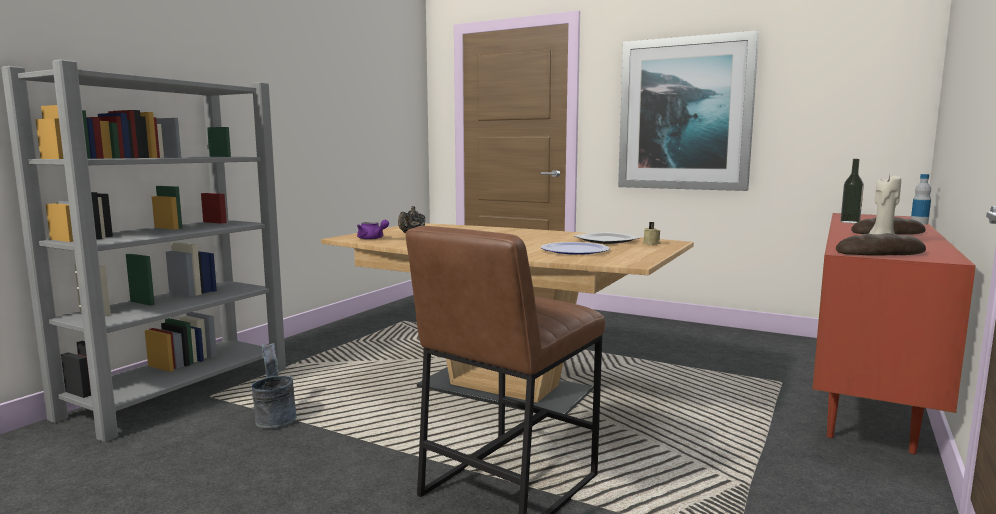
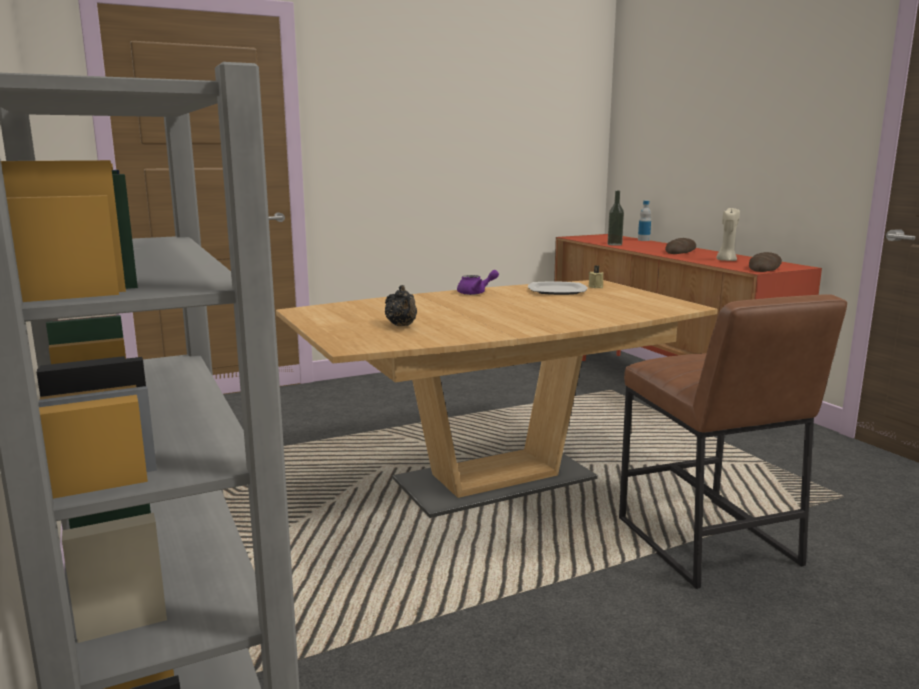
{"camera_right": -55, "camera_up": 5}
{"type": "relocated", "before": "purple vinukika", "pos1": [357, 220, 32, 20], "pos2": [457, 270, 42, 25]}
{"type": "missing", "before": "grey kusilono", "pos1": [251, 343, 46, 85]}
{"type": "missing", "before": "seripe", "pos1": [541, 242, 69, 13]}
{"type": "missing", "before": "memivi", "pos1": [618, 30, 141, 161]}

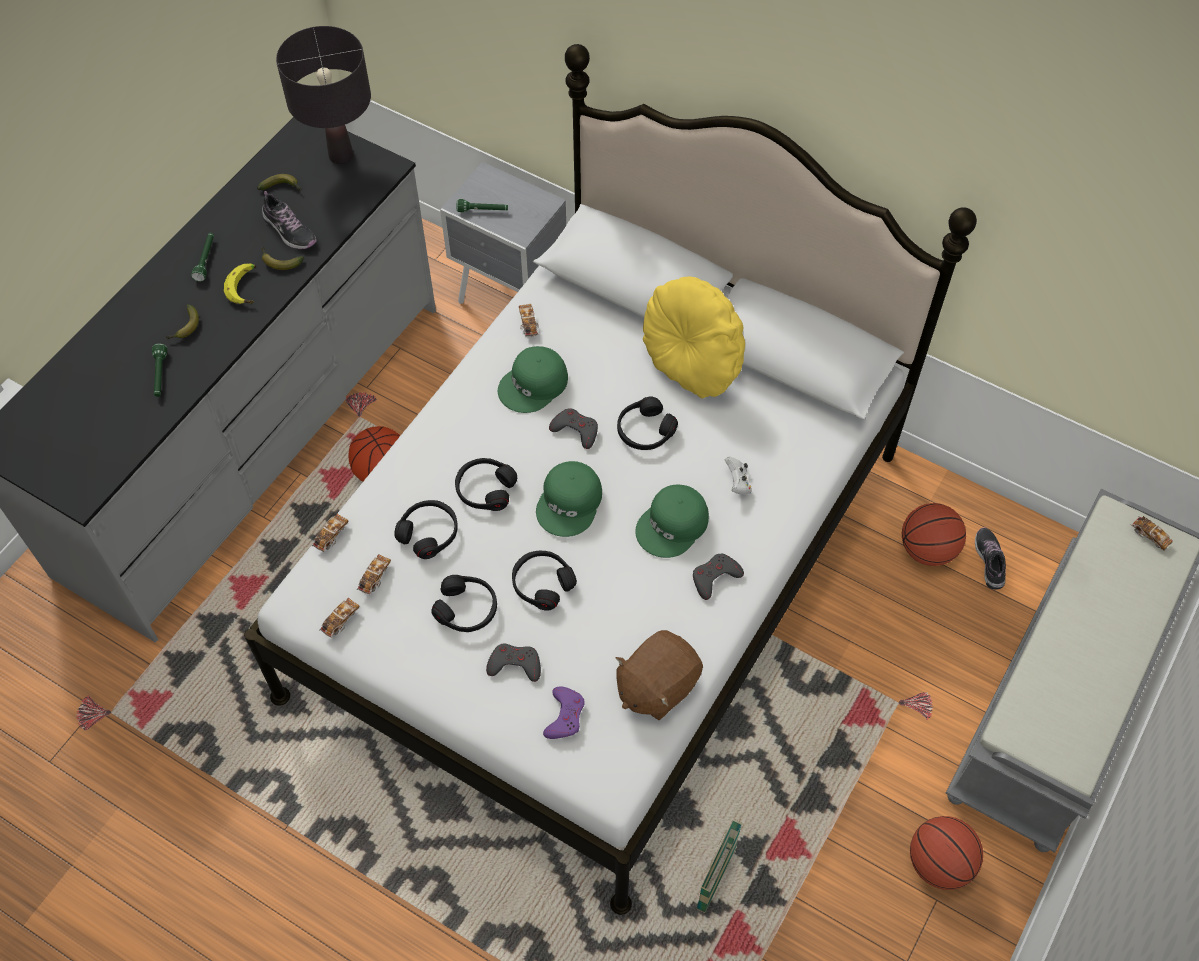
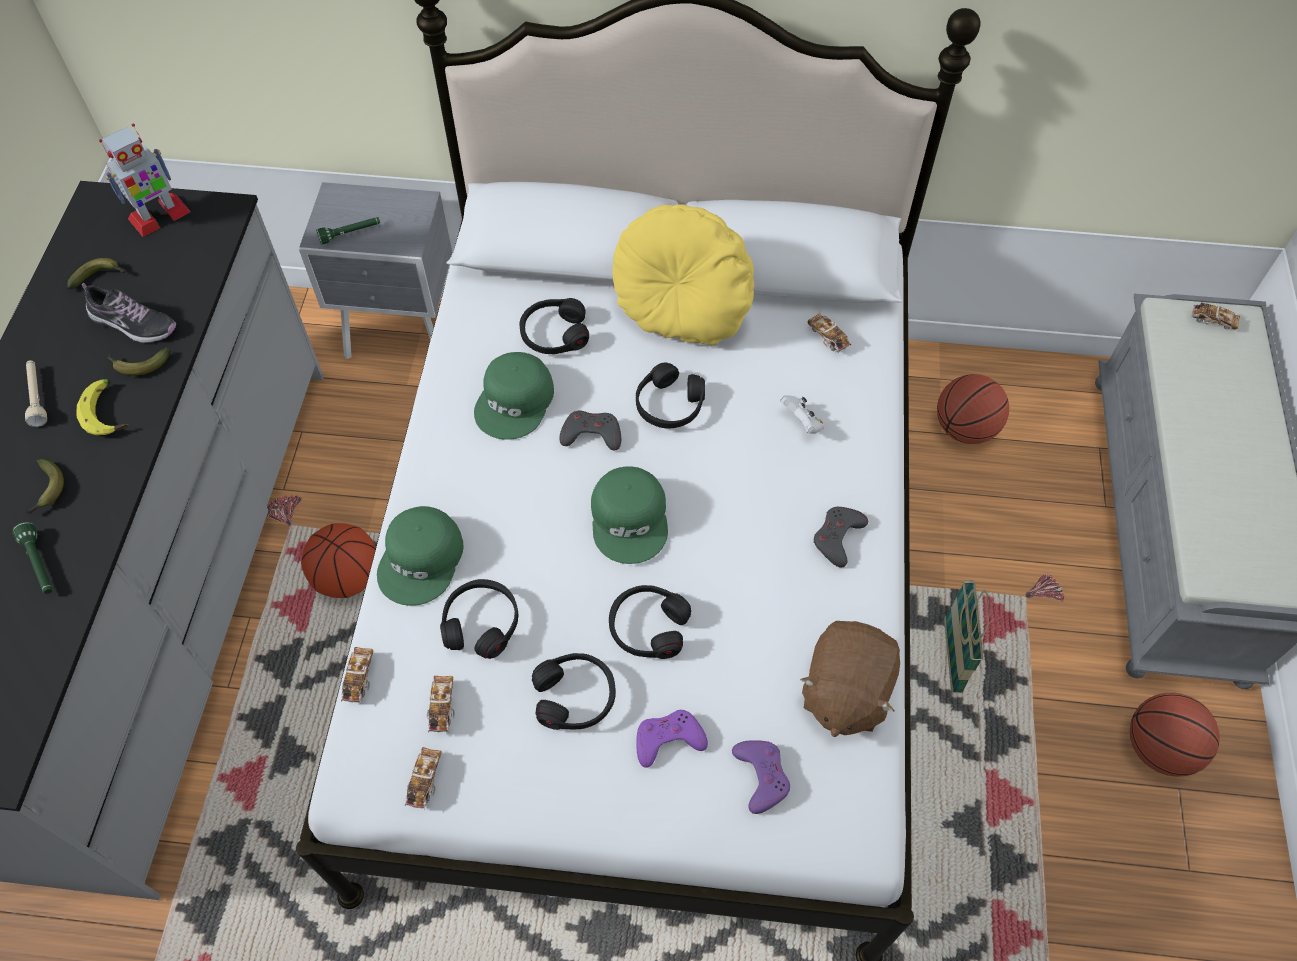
{"camera_right": -25, "camera_up": 0}
{"type": "colour", "before": "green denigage", "after": "beige denigage", "pos1": [191, 233, 23, 49], "pos2": [25, 360, 22, 67]}
{"type": "exchanged", "before": "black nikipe", "after": "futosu", "pos1": [276, 26, 95, 138], "pos2": [99, 123, 91, 114]}
{"type": "relocated", "before": "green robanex", "pos1": [635, 485, 74, 73], "pos2": [377, 506, 86, 100]}
{"type": "relocated", "before": "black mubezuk", "pos1": [455, 458, 62, 53], "pos2": [519, 298, 70, 56]}
{"type": "colour", "before": "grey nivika", "after": "purple nivika", "pos1": [486, 643, 55, 39], "pos2": [636, 710, 72, 58]}
{"type": "relocated", "before": "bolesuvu", "pos1": [519, 304, 20, 33], "pos2": [807, 313, 44, 40]}
{"type": "relocated", "before": "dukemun", "pos1": [697, 819, 45, 94], "pos2": [944, 580, 45, 113]}
{"type": "missing", "before": "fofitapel", "pos1": [975, 527, 31, 63]}

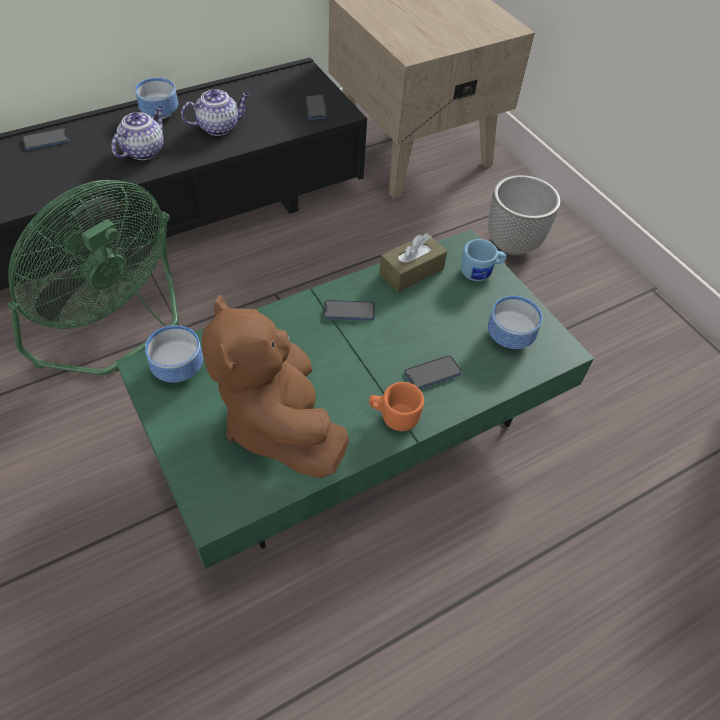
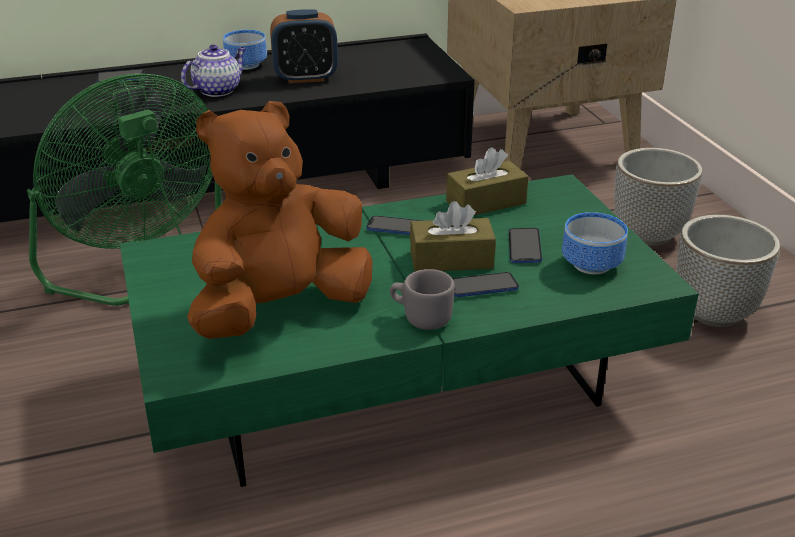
{"camera_right": 15, "camera_up": -20}
{"type": "spun", "before": "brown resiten", "pos1": [202, 295, 147, 183], "pos2": [187, 101, 186, 238], "turn": 60}
{"type": "exchanged", "before": "vinukika", "after": "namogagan", "pos1": [181, 89, 69, 47], "pos2": [270, 9, 68, 74]}
{"type": "colour", "before": "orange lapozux", "after": "grey lapozux", "pos1": [369, 382, 55, 49], "pos2": [390, 269, 65, 61]}
{"type": "appeared", "after": "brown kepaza", "pos2": [410, 201, 86, 71]}
{"type": "relocated", "before": "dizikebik", "pos1": [305, 94, 23, 26], "pos2": [508, 228, 34, 35]}
{"type": "appeared", "after": "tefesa", "pos2": [676, 215, 104, 112]}
{"type": "missing", "before": "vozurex", "pos1": [145, 325, 58, 58]}
{"type": "missing", "before": "blue lapozux", "pos1": [461, 239, 45, 42]}

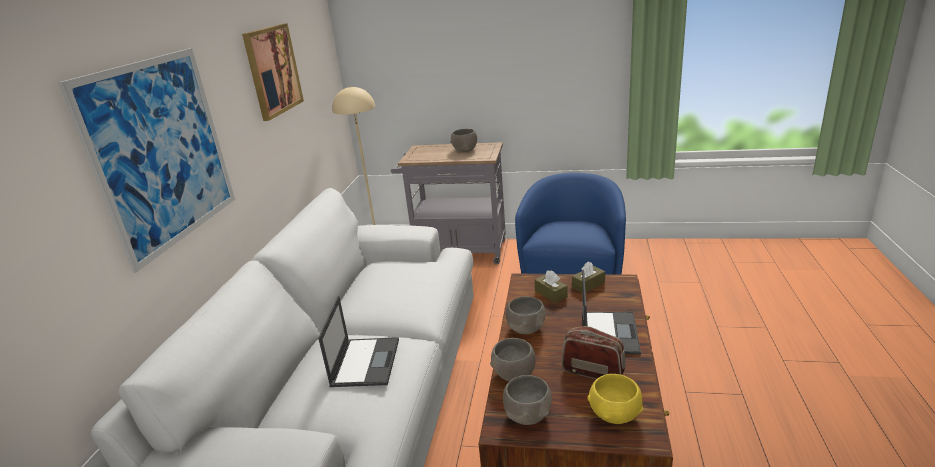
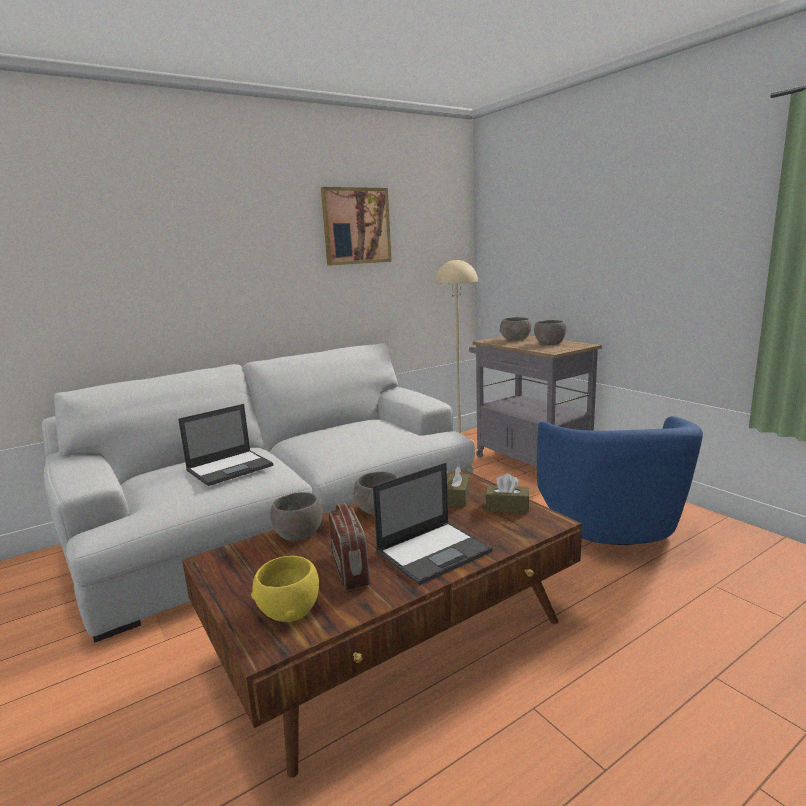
{"camera_right": 45, "camera_up": -10}
{"type": "relocated", "before": "grey vozurex", "pos1": [503, 375, 49, 50], "pos2": [500, 317, 31, 24]}
{"type": "spun", "before": "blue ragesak", "pos1": [515, 173, 111, 102], "pos2": [537, 416, 166, 129], "turn": 120}
{"type": "missing", "before": "memivi", "pos1": [58, 48, 177, 225]}

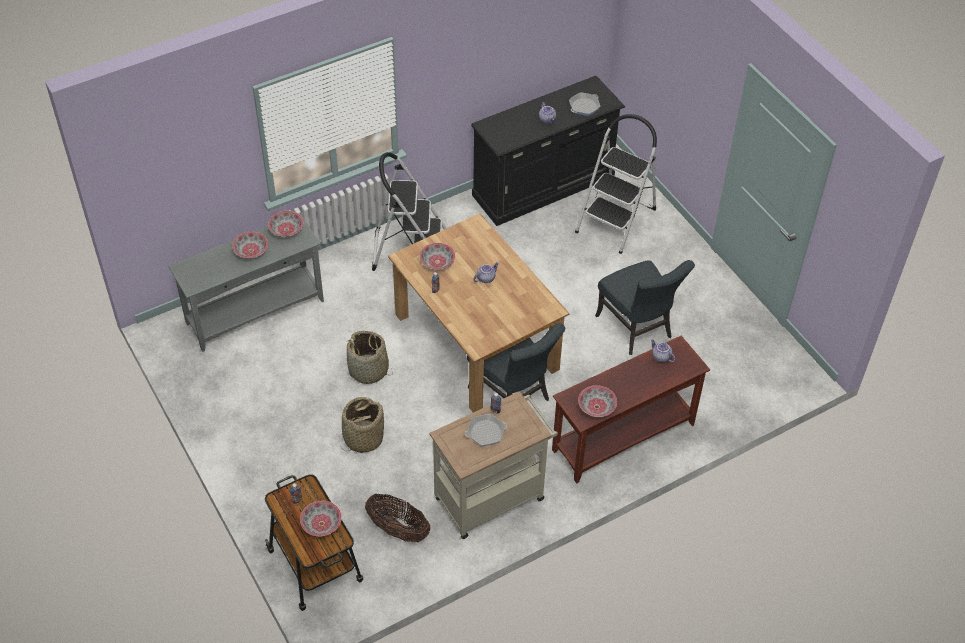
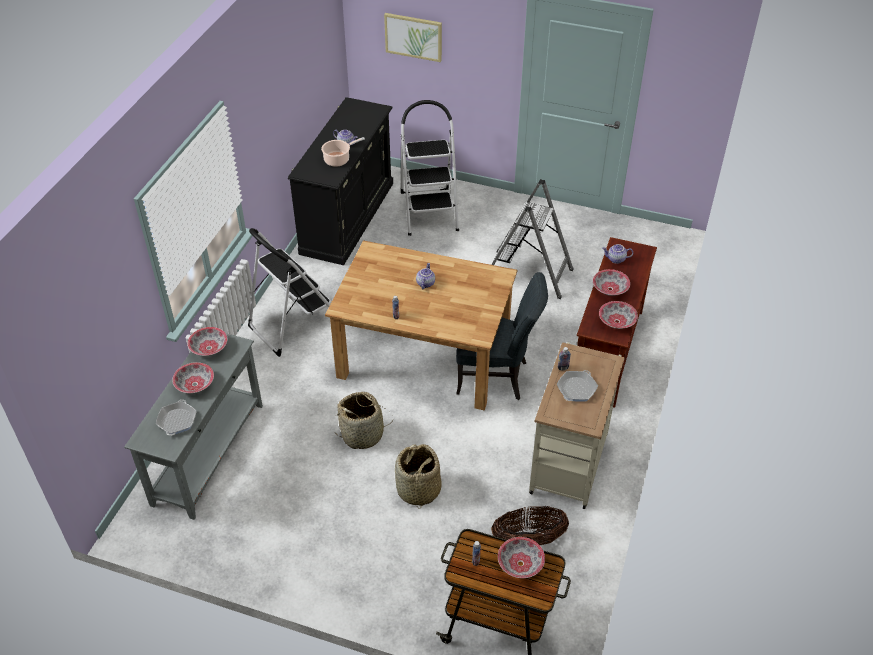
{"camera_right": -40, "camera_up": -5}
{"type": "relocated", "before": "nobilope", "pos1": [569, 92, 31, 24], "pos2": [156, 400, 41, 35]}
{"type": "appeared", "after": "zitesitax", "pos2": [321, 137, 44, 30]}
{"type": "appeared", "after": "memivi", "pos2": [384, 13, 58, 49]}
{"type": "exchanged", "before": "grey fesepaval", "after": "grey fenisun", "pos1": [595, 260, 100, 95], "pos2": [491, 179, 83, 120]}
{"type": "relocated", "before": "vozurex", "pos1": [419, 243, 36, 27], "pos2": [593, 269, 37, 27]}

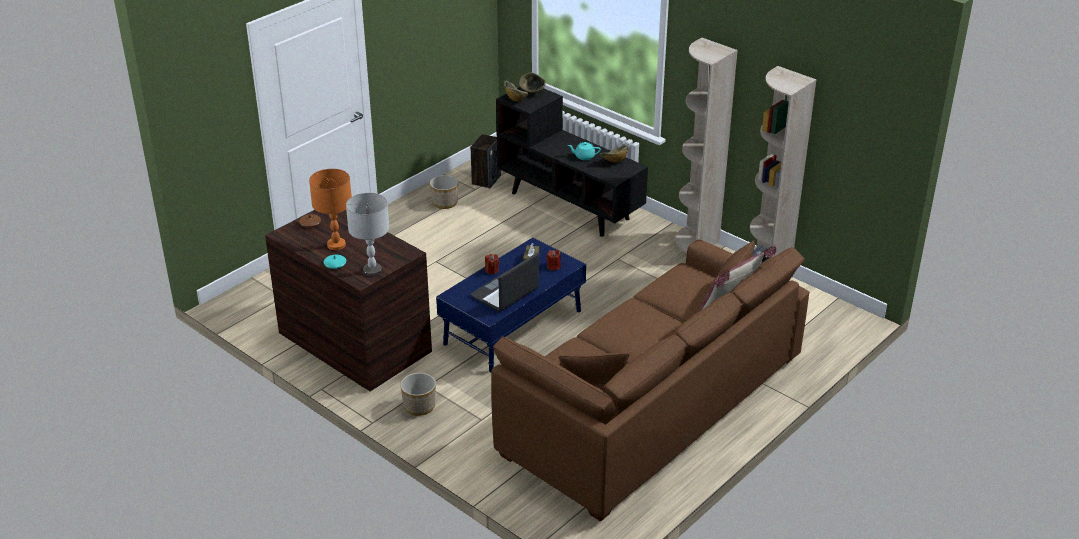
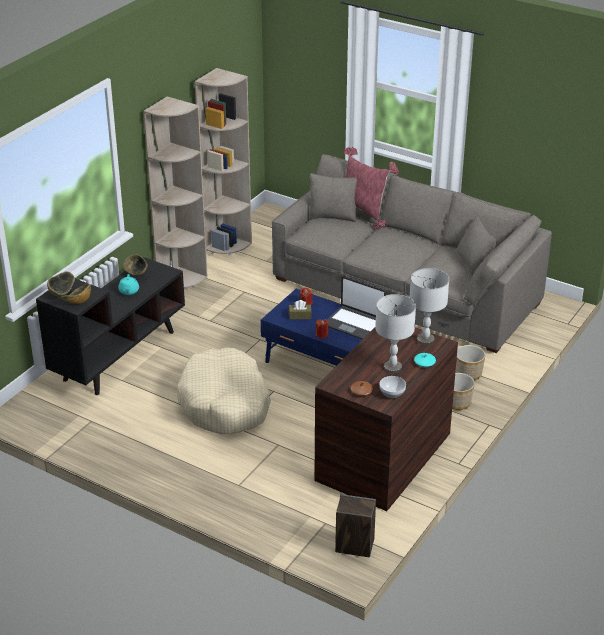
{"camera_right": -100, "camera_up": 0}
{"type": "appeared", "after": "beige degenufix", "pos2": [177, 347, 94, 87]}
{"type": "colour", "before": "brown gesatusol", "after": "grey gesatusol", "pos1": [491, 239, 319, 282], "pos2": [272, 154, 280, 199]}
{"type": "relocated", "before": "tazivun", "pos1": [471, 134, 30, 55], "pos2": [335, 494, 41, 63]}
{"type": "colour", "before": "orange nikipe", "after": "grey nikipe", "pos1": [309, 169, 43, 81], "pos2": [375, 294, 41, 80]}
{"type": "appeared", "after": "vozurex", "pos2": [380, 376, 26, 22]}
{"type": "relocated", "before": "tefesa", "pos1": [430, 175, 28, 34], "pos2": [455, 345, 30, 35]}

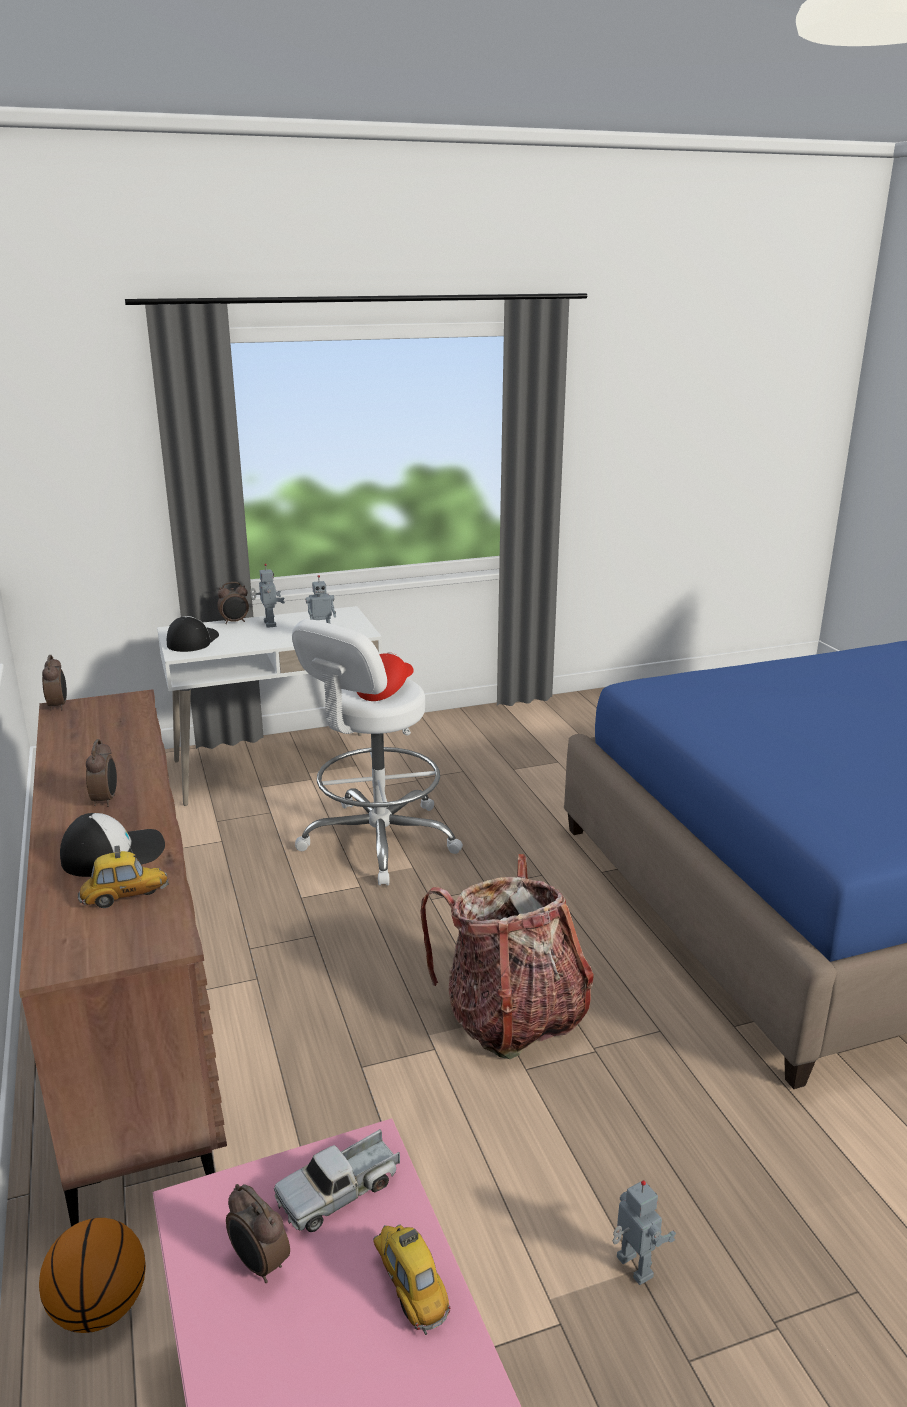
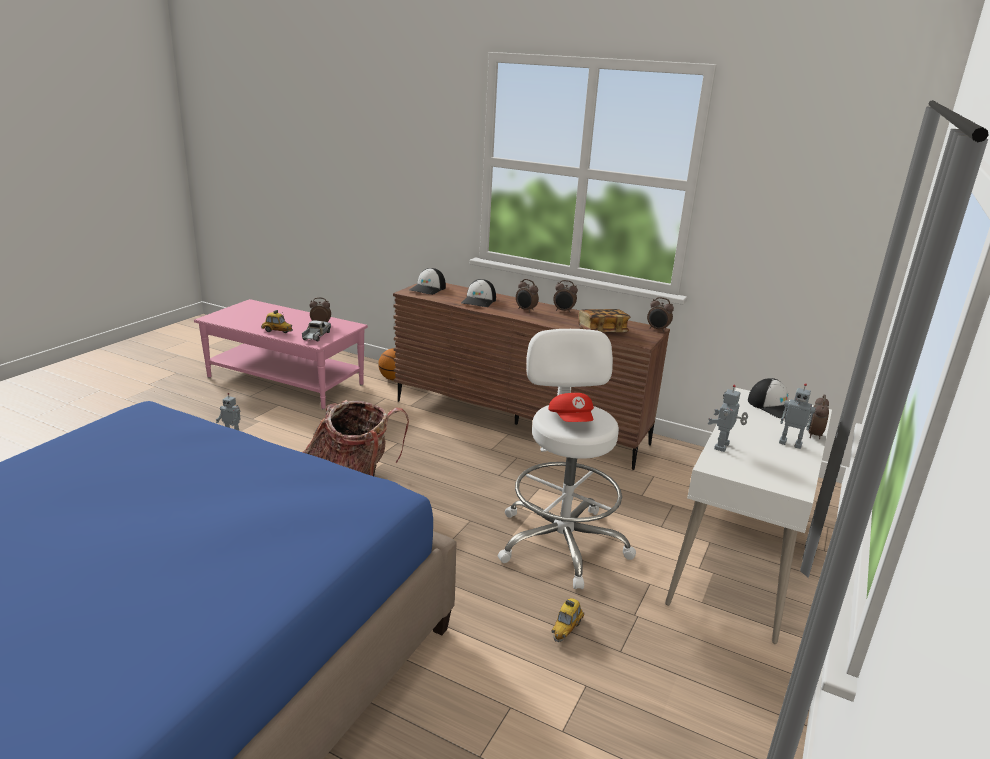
{"camera_right": 135, "camera_up": 0}
{"type": "appeared", "after": "robanex", "pos2": [409, 268, 37, 27]}
{"type": "relocated", "before": "bolesuvu", "pos1": [78, 845, 91, 63], "pos2": [552, 598, 32, 44]}
{"type": "appeared", "after": "namogagan", "pos2": [553, 280, 25, 33]}
{"type": "appeared", "after": "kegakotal", "pos2": [579, 309, 52, 23]}

